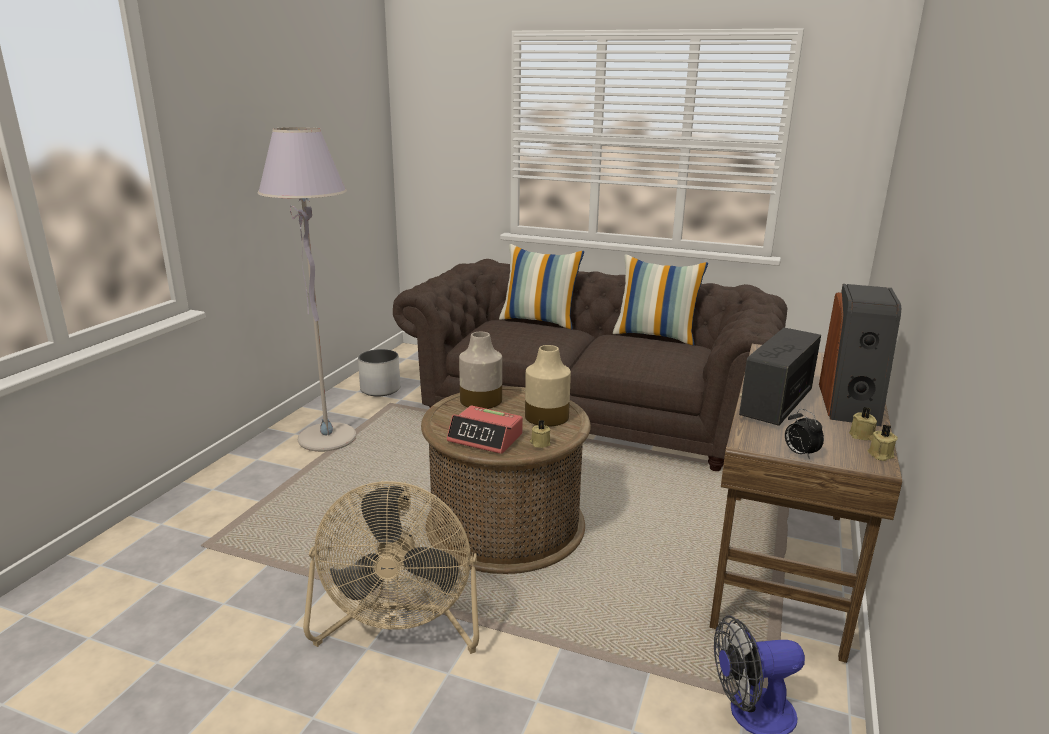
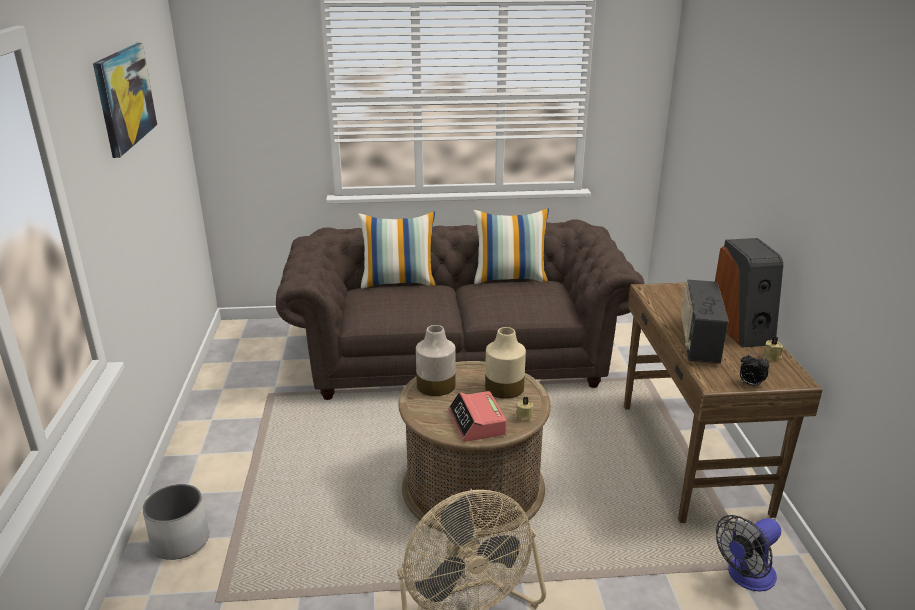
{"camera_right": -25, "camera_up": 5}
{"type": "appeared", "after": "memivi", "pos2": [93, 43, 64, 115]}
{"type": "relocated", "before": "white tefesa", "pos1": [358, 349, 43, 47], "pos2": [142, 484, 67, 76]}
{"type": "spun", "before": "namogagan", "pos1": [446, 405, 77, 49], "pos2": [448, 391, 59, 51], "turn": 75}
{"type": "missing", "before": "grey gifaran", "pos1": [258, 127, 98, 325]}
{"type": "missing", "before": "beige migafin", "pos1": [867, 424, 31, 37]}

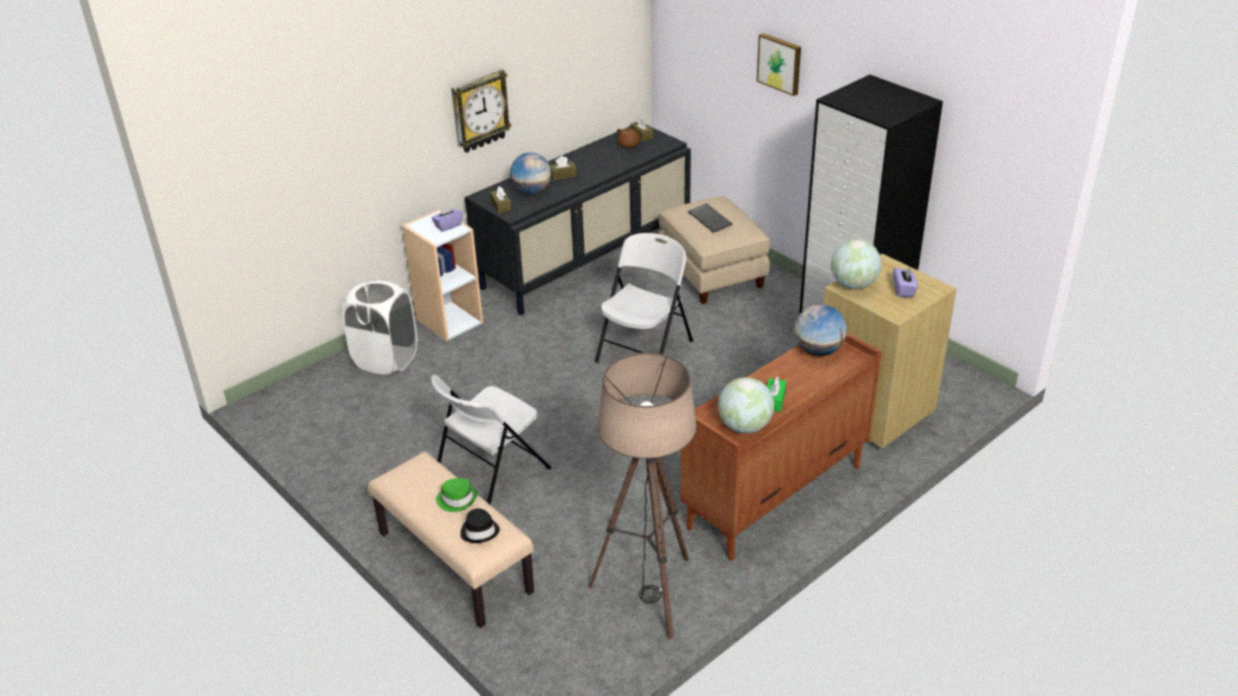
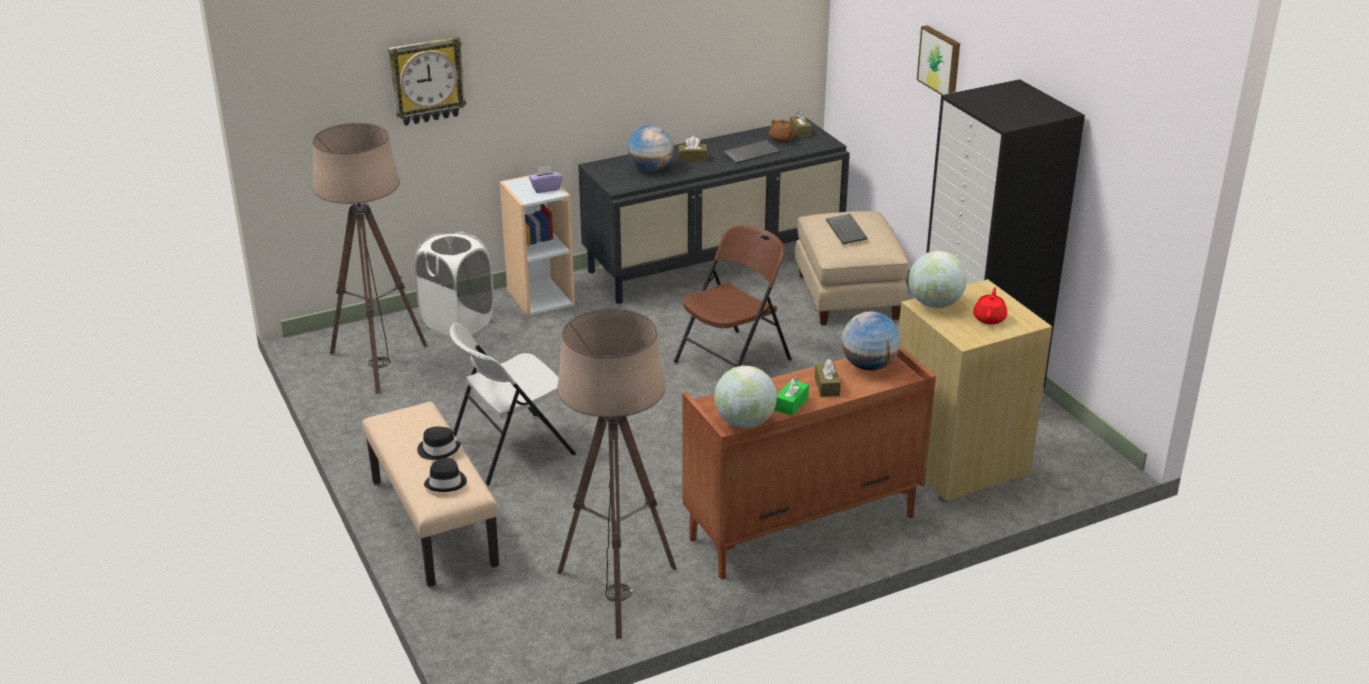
{"camera_right": 15, "camera_up": -5}
{"type": "appeared", "after": "gifaran", "pos2": [313, 123, 114, 271]}
{"type": "relocated", "before": "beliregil", "pos1": [451, 70, 61, 83], "pos2": [388, 36, 78, 90]}
{"type": "colour", "before": "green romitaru", "after": "black romitaru", "pos1": [436, 478, 41, 34], "pos2": [417, 427, 44, 33]}
{"type": "colour", "before": "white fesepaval", "after": "brown fesepaval", "pos1": [595, 233, 98, 130], "pos2": [674, 225, 118, 142]}
{"type": "appeared", "after": "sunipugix", "pos2": [723, 140, 57, 24]}
{"type": "relocated", "before": "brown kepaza", "pos1": [490, 186, 21, 27], "pos2": [815, 359, 26, 38]}
{"type": "exchanged", "before": "purple kepaza", "after": "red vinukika", "pos1": [893, 266, 25, 31], "pos2": [973, 287, 34, 38]}

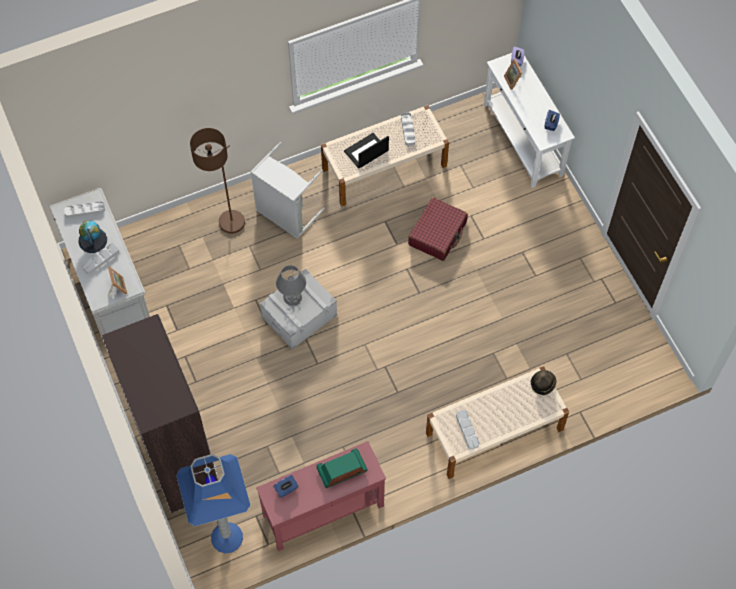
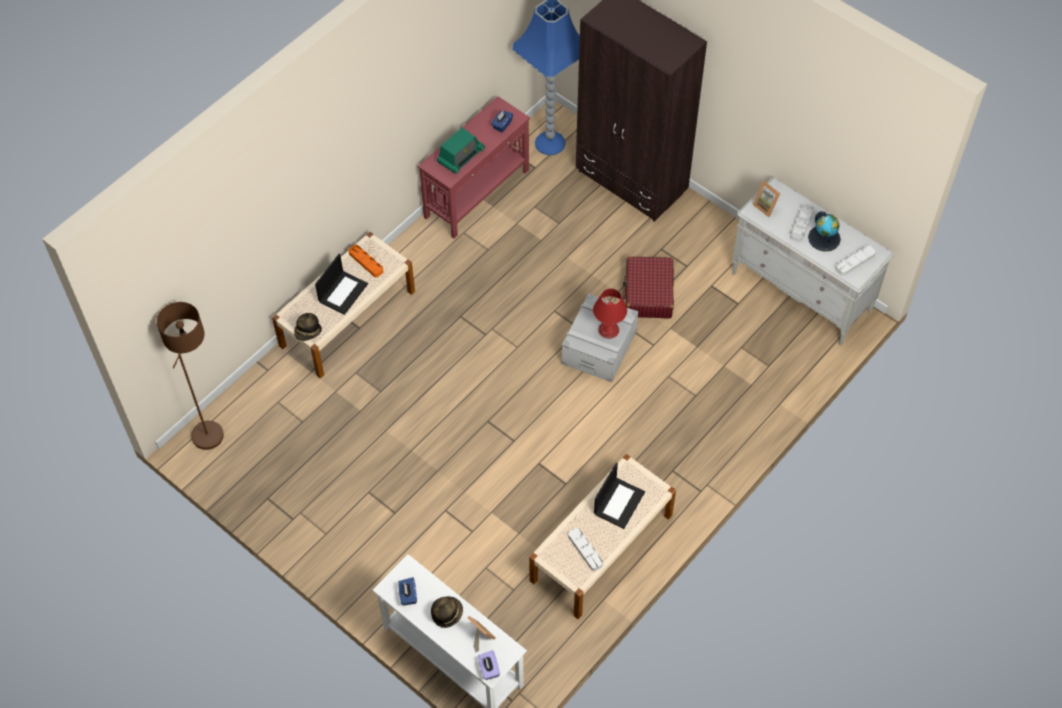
{"camera_right": 155, "camera_up": -5}
{"type": "relocated", "before": "brown gifaran", "pos1": [190, 128, 55, 106], "pos2": [157, 302, 67, 148]}
{"type": "appeared", "after": "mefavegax", "pos2": [315, 254, 53, 61]}
{"type": "colour", "before": "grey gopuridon", "after": "orange gopuridon", "pos1": [456, 410, 23, 40], "pos2": [349, 245, 35, 32]}
{"type": "appeared", "after": "romitaru", "pos2": [431, 596, 32, 32]}
{"type": "colour", "before": "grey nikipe", "after": "red nikipe", "pos1": [276, 265, 30, 41], "pos2": [593, 288, 34, 51]}
{"type": "relocated", "before": "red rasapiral", "pos1": [408, 197, 60, 64], "pos2": [623, 256, 51, 62]}
{"type": "missing", "before": "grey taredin", "pos1": [251, 142, 74, 97]}

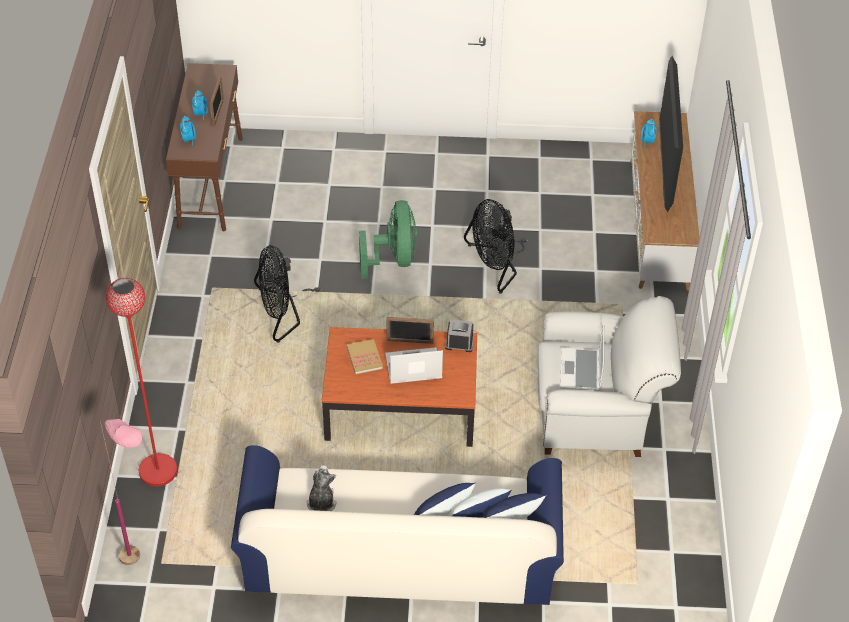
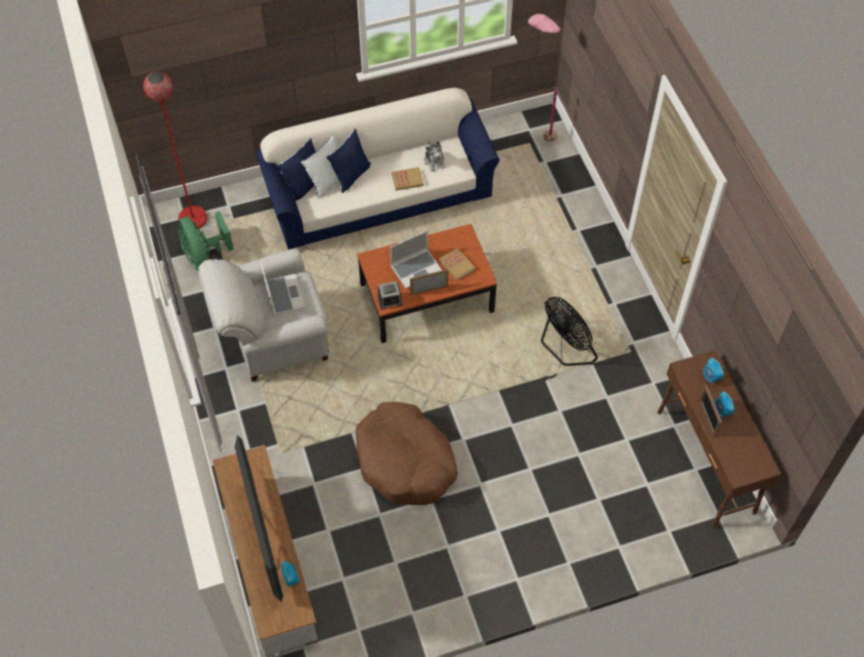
{"camera_right": 160, "camera_up": 10}
{"type": "relocated", "before": "red gifaran", "pos1": [106, 278, 71, 209], "pos2": [143, 71, 64, 158]}
{"type": "relocated", "before": "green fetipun", "pos1": [359, 200, 58, 79], "pos2": [178, 211, 56, 61]}
{"type": "exchanged", "before": "black fetipun", "after": "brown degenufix", "pos1": [464, 199, 64, 95], "pos2": [356, 402, 102, 103]}
{"type": "appeared", "after": "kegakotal", "pos2": [391, 167, 33, 24]}

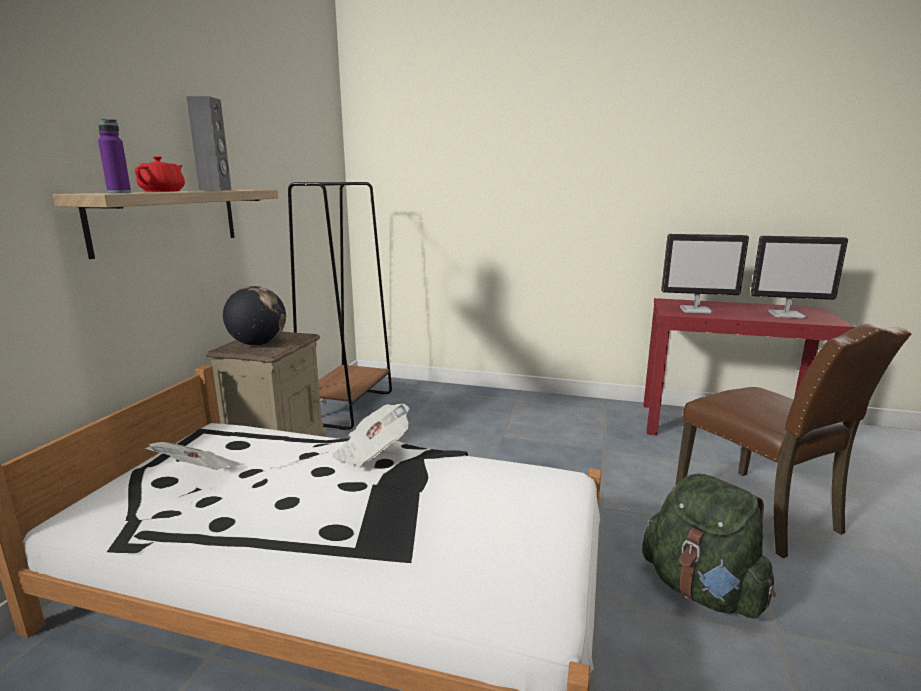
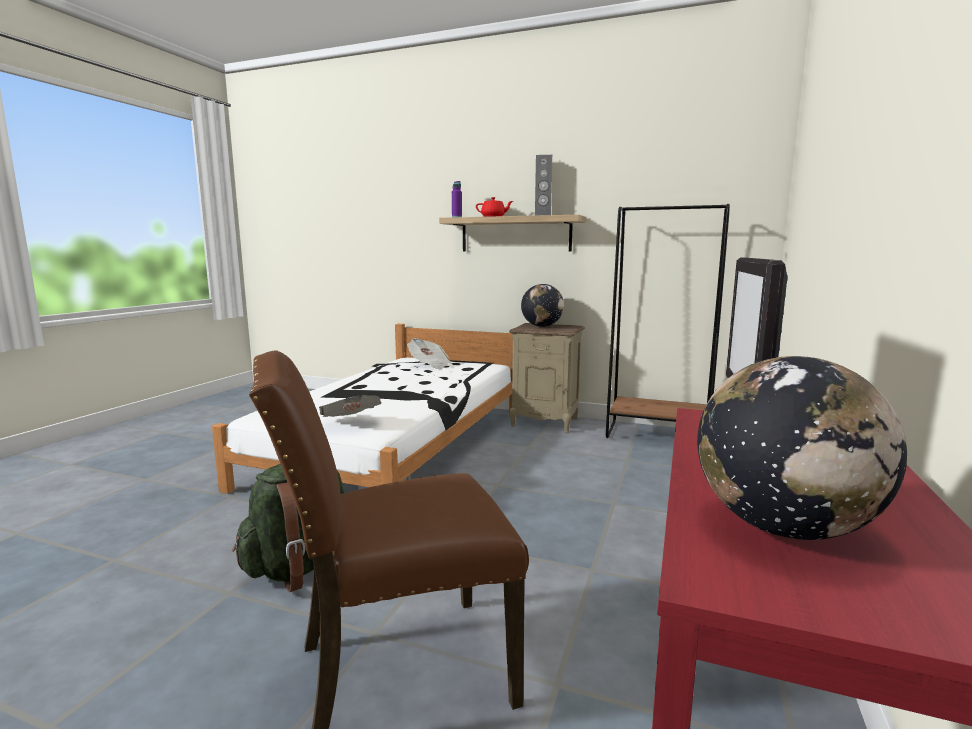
{"camera_right": 95, "camera_up": -5}
{"type": "relocated", "before": "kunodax", "pos1": [333, 404, 77, 63], "pos2": [319, 395, 62, 22]}
{"type": "exchanged", "before": "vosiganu", "after": "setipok", "pos1": [751, 236, 97, 83], "pos2": [697, 356, 210, 184]}

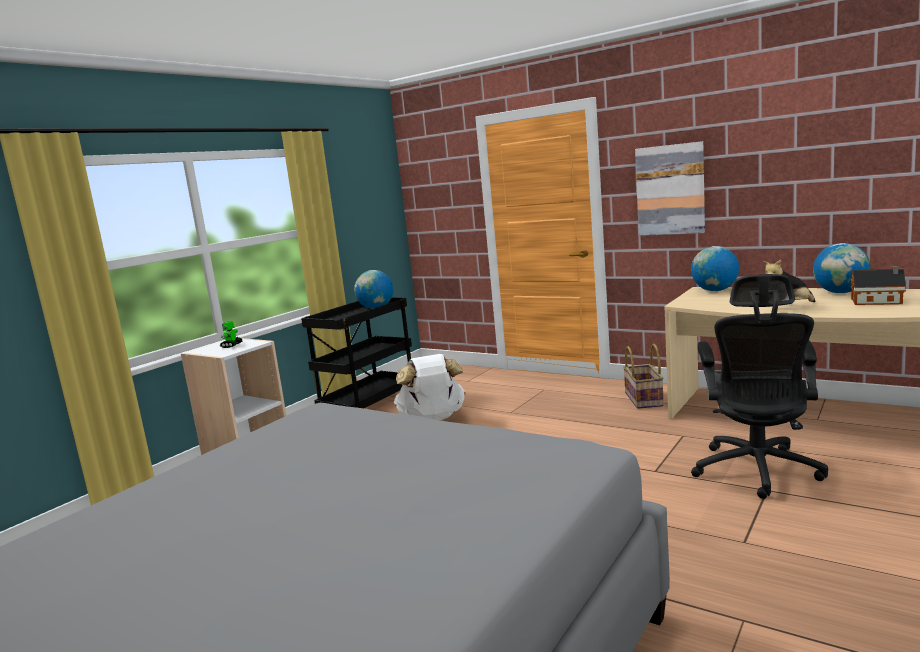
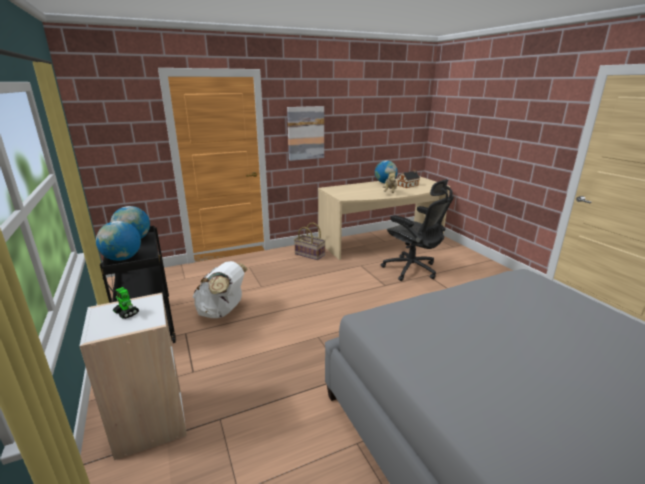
{"camera_right": -60, "camera_up": 10}
{"type": "relocated", "before": "setipok", "pos1": [691, 246, 48, 45], "pos2": [96, 221, 45, 40]}

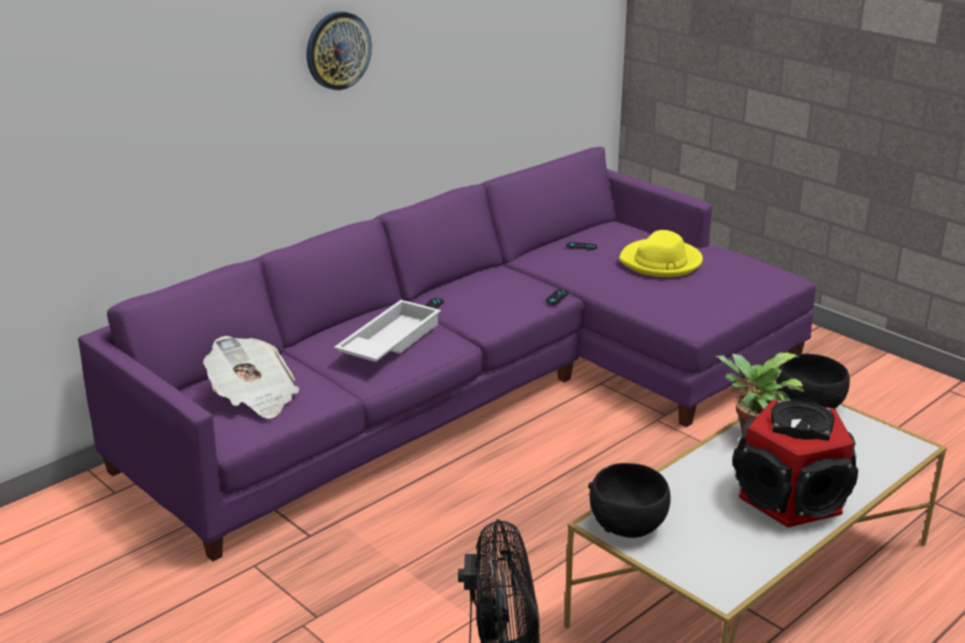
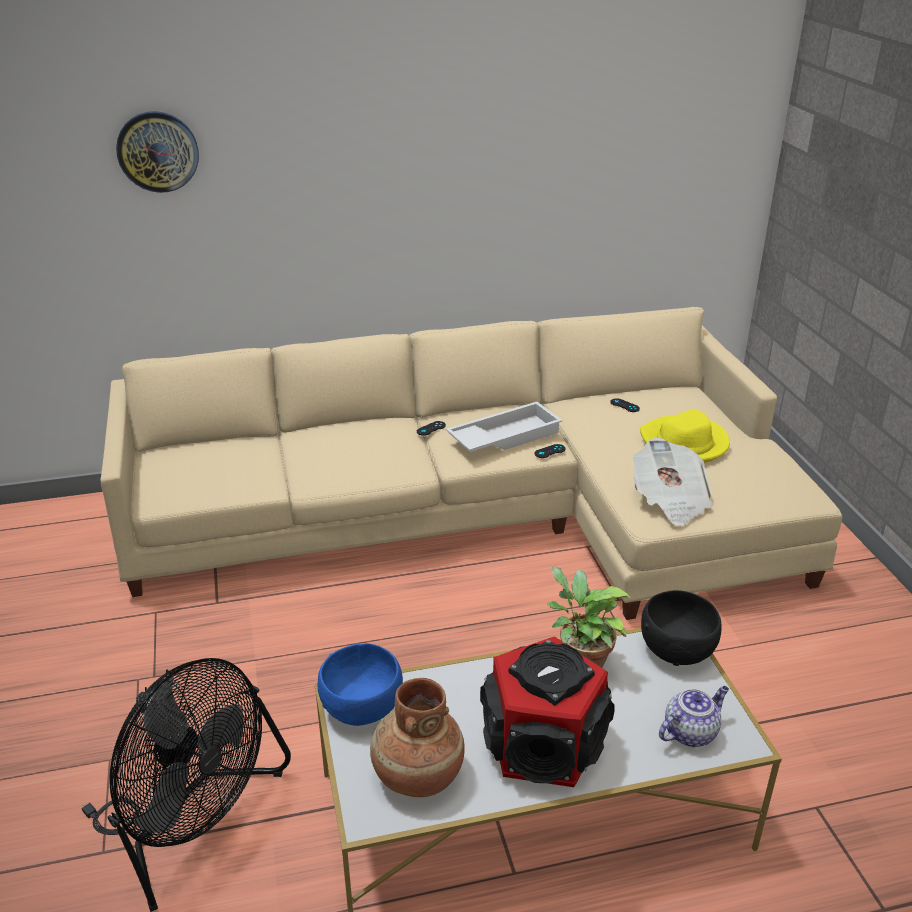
{"camera_right": 30, "camera_up": 5}
{"type": "colour", "before": "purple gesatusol", "after": "beige gesatusol", "pos1": [78, 147, 738, 415], "pos2": [100, 307, 742, 313]}
{"type": "relocated", "before": "beliregil", "pos1": [307, 11, 65, 79], "pos2": [116, 111, 83, 82]}
{"type": "colour", "before": "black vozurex", "after": "blue vozurex", "pos1": [588, 463, 83, 75], "pos2": [317, 643, 86, 83]}
{"type": "appeared", "after": "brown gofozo", "pos2": [370, 678, 95, 119]}
{"type": "relocated", "before": "white gopuridon", "pos1": [334, 300, 107, 62], "pos2": [446, 402, 117, 50]}
{"type": "relocated", "before": "kunodax", "pos1": [203, 336, 97, 83], "pos2": [632, 438, 82, 88]}
{"type": "appeared", "after": "vinukika", "pos2": [659, 686, 70, 61]}

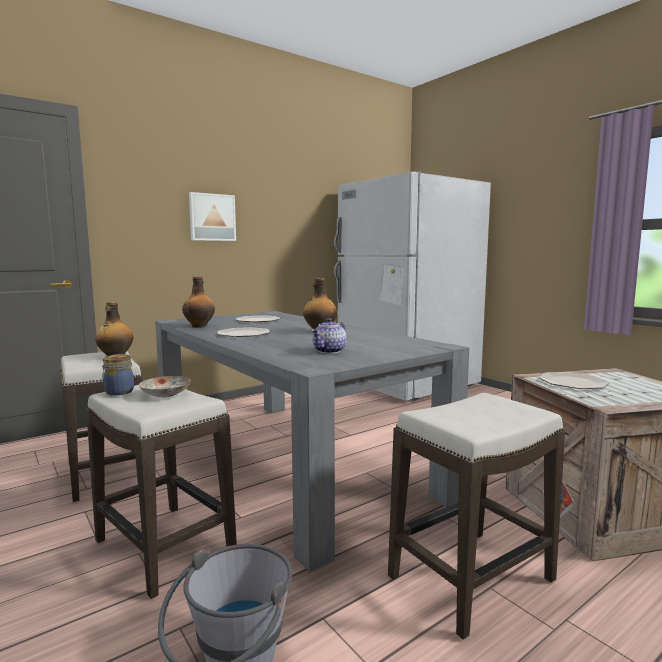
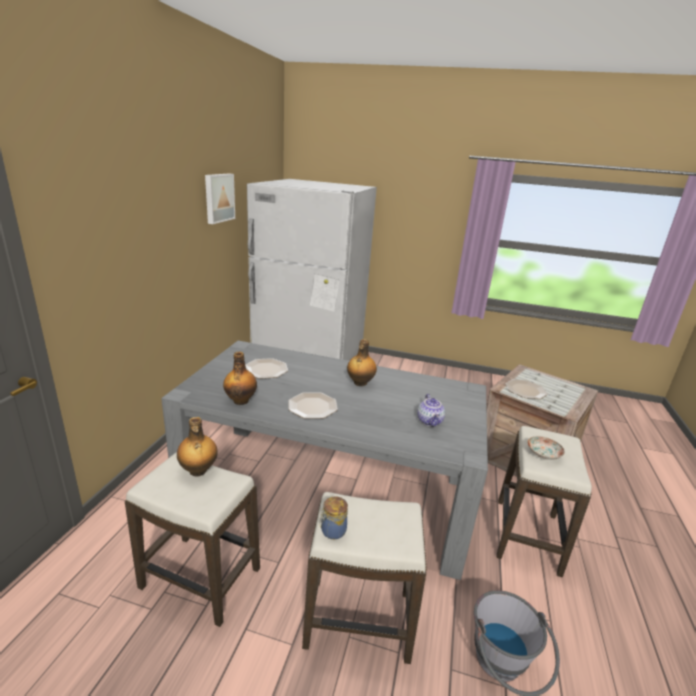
{"camera_right": -40, "camera_up": 15}
{"type": "relocated", "before": "memivi", "pos1": [189, 192, 47, 49], "pos2": [205, 173, 30, 51]}
{"type": "relocated", "before": "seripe", "pos1": [139, 376, 52, 21], "pos2": [527, 436, 38, 24]}

